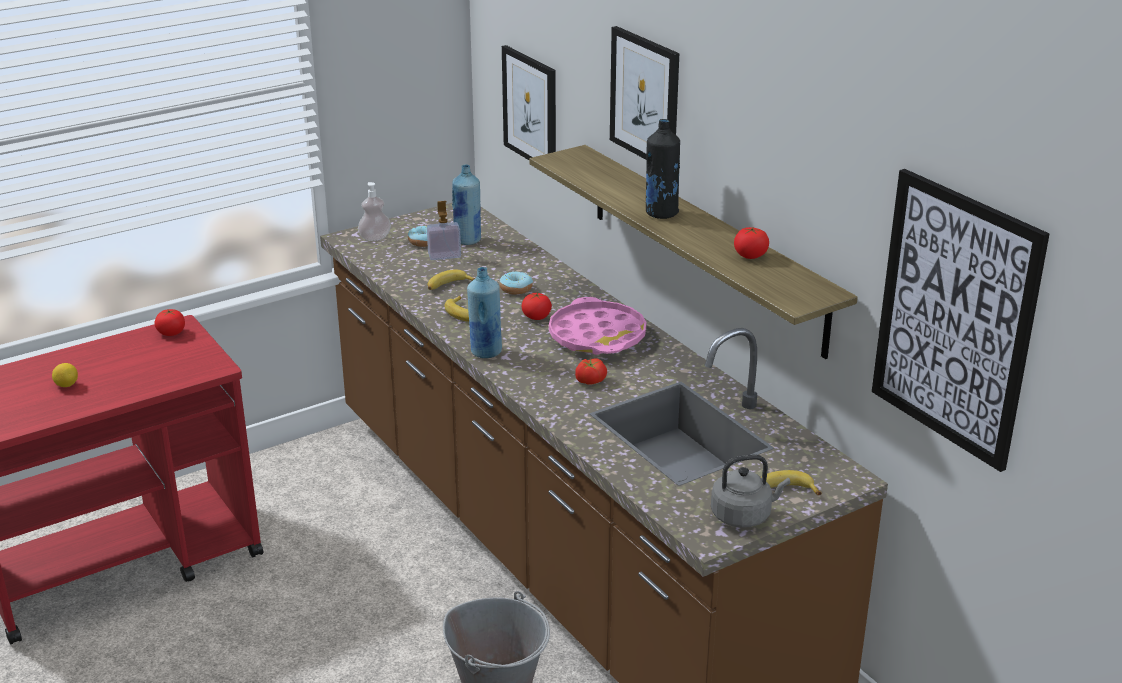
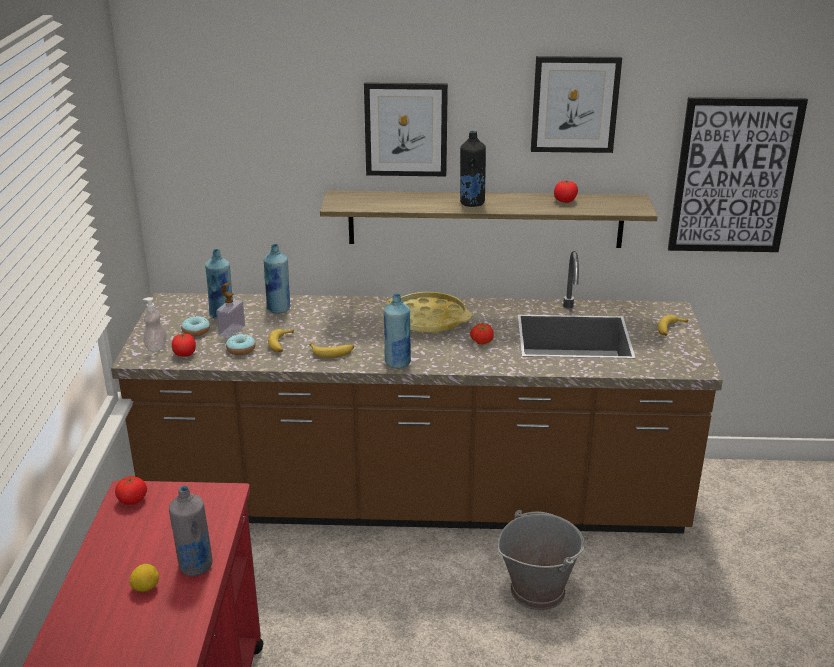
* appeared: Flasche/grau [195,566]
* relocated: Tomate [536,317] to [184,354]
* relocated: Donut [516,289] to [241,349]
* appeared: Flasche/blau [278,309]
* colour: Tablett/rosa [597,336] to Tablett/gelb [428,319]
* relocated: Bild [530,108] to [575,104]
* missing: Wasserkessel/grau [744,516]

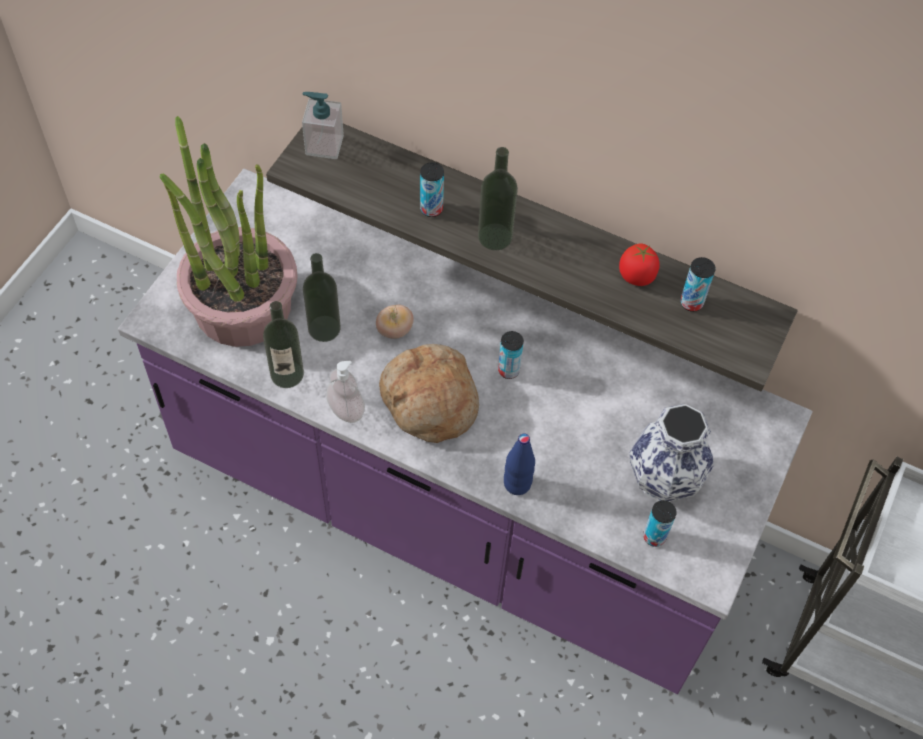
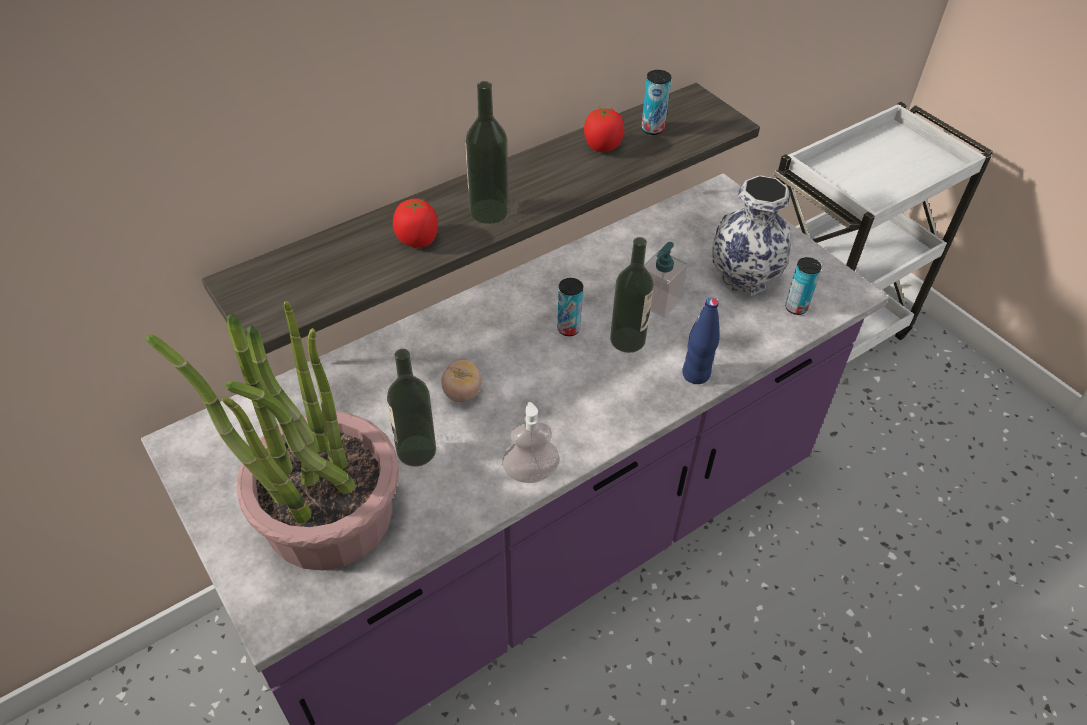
* exchanged: Dose [431,209] to Tomate [418,240]
* relocated: Flasche [287,374] to [627,340]
* relocated: Seifenspender [324,145] to [658,302]
* missing: Brot [429,401]

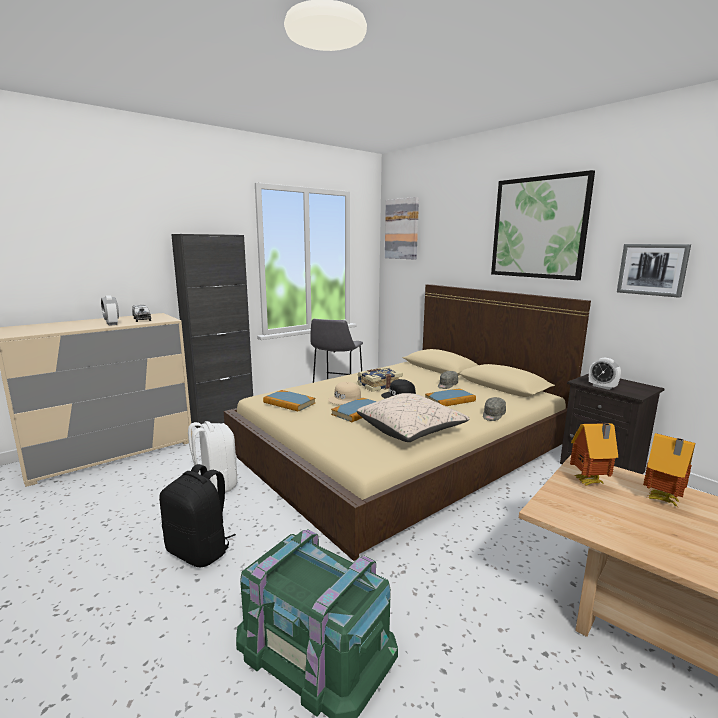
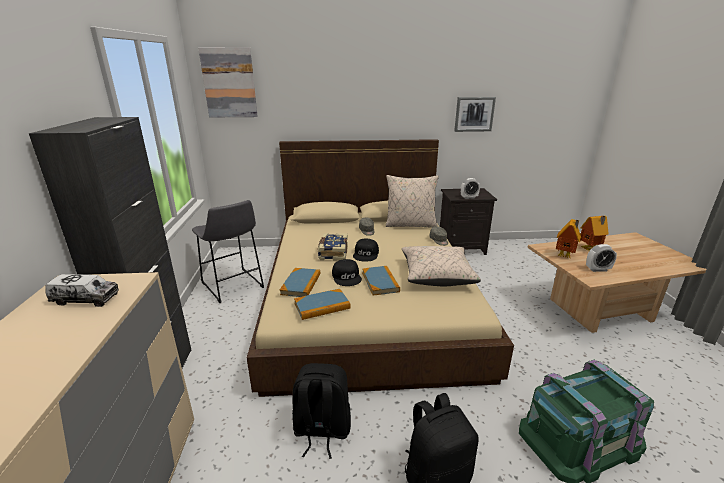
* relocated: Buch [450,400] to [301,284]
* colour: Rucksack/weiß [215,485] to Rucksack/schwarz [321,430]
* colour: Kappe/beige [345,399] to Kappe/schwarz [347,277]
* appeared: Kissen/beige [410,224]
* relocated: Wecker [112,324] to [598,269]
* missing: Bild [538,228]

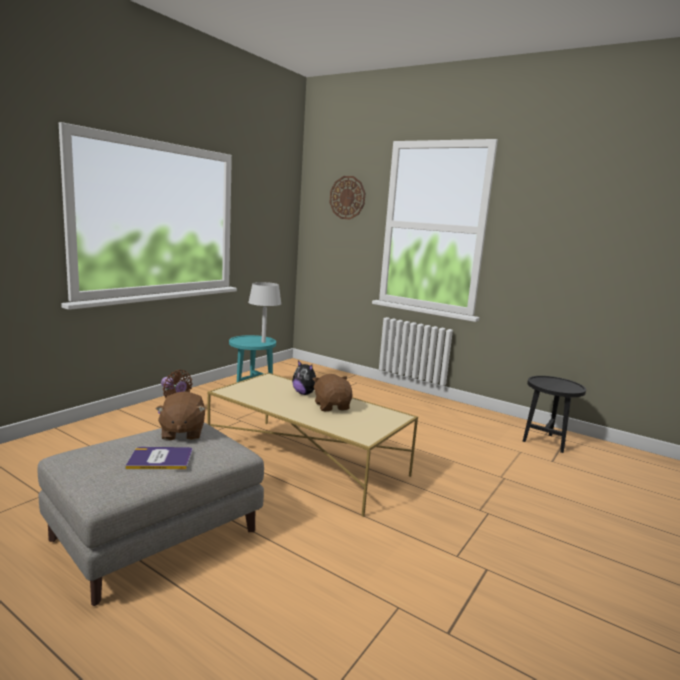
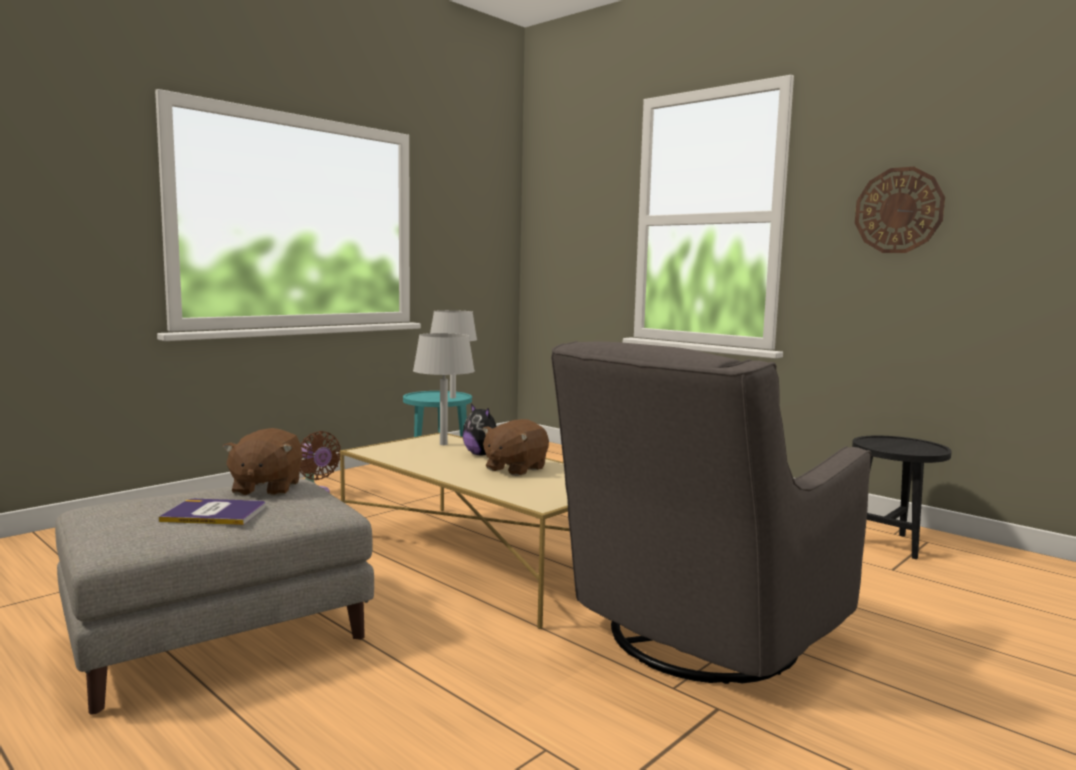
* appeared: Tischlampe/grau [443,444]
* spun: Plüschtier/braun [332,406] = [514,469] 135 degrees counterclockwise
* appeared: Sessel/grau [697,638]
* relocated: Wanduhr [347,197] to [898,210]

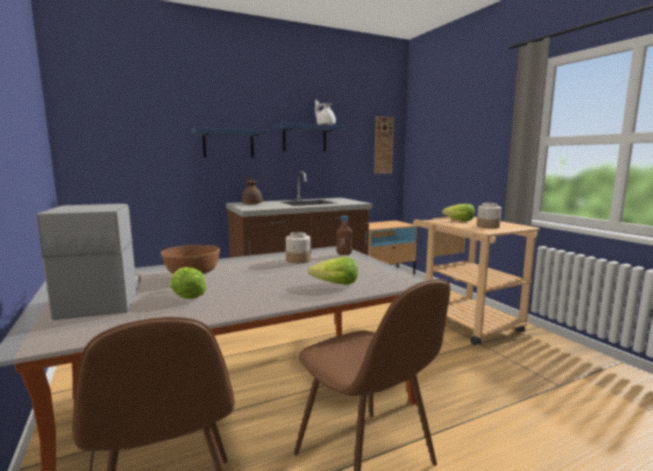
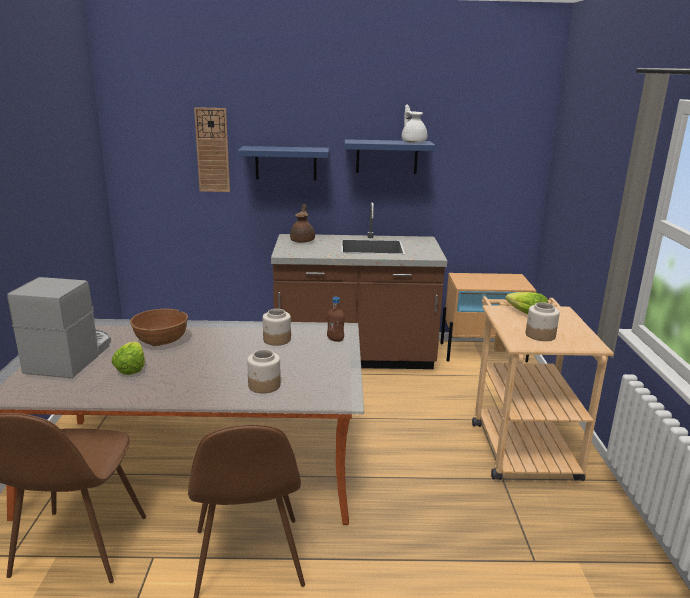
* relocated: Wanduhr [383,145] to [212,150]
* exchanged: Salatkopf [335,284] to Vorratsglas [264,385]

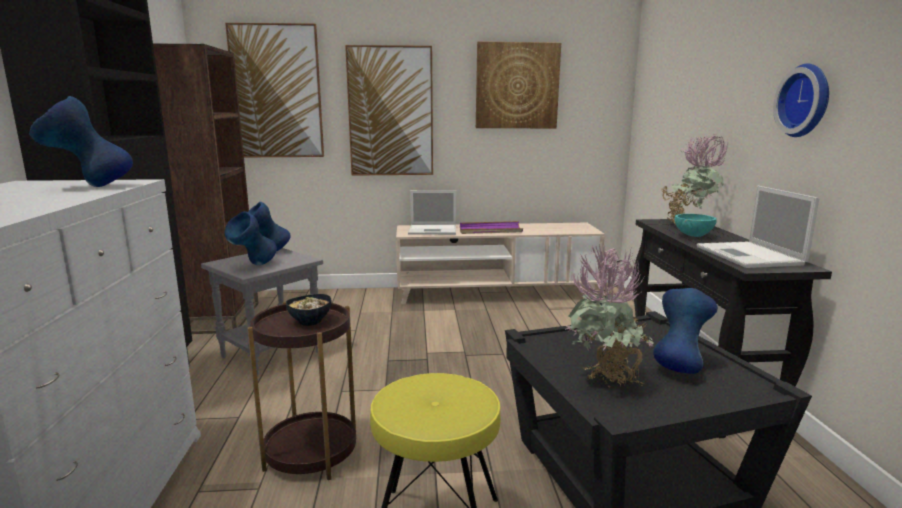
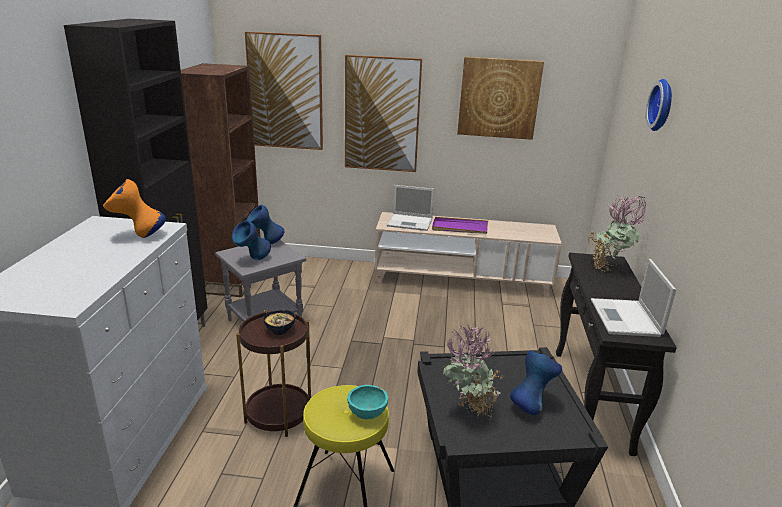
* colour: Vase/blau [89,187] to Vase/orange [138,236]
* relocated: Schüssel/türkis [693,236] to [367,414]
* relocated: Wanduhr [806,101] to [663,105]

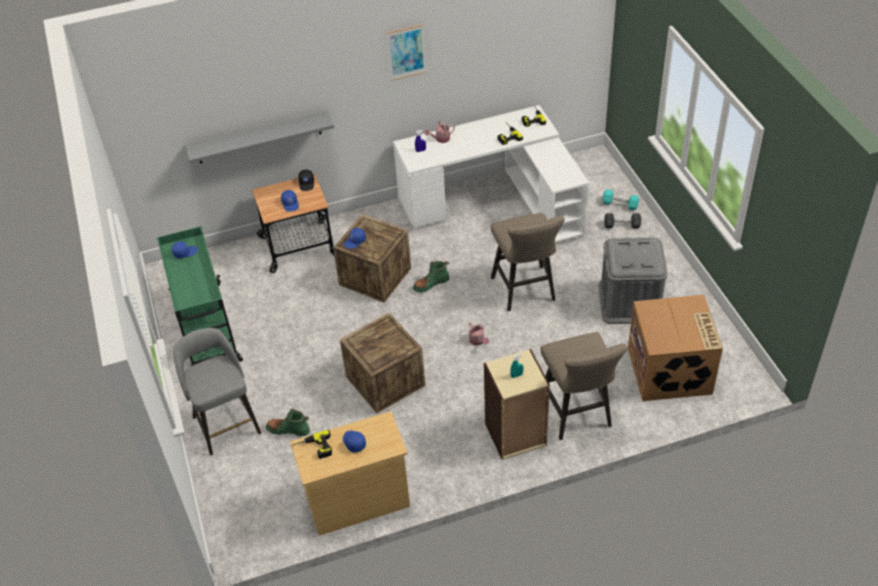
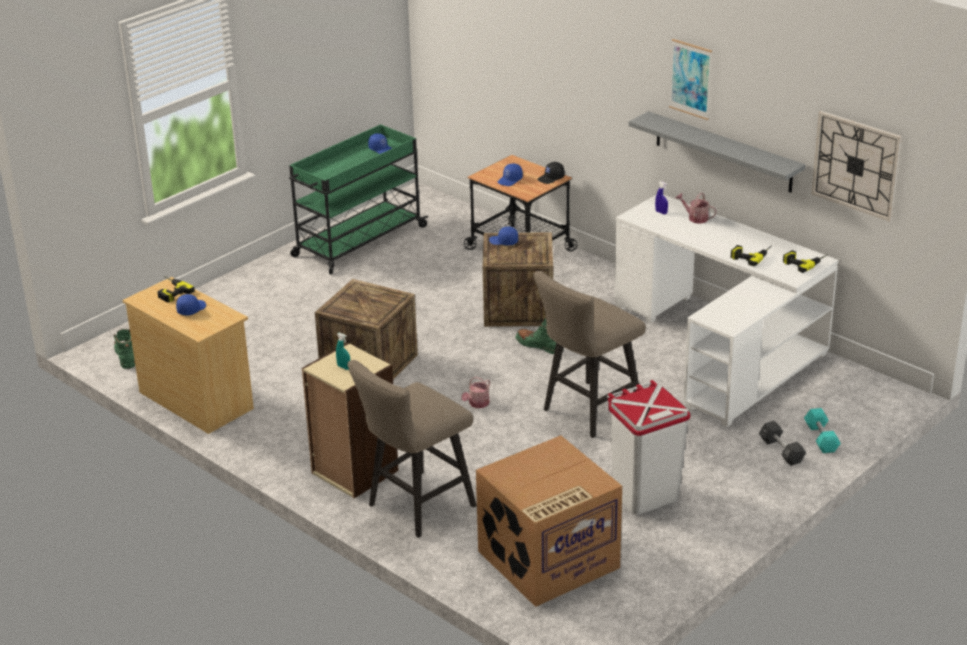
* relocated: Stiefel/grün [288,430] to [126,356]
* exchanged: Aufbewahrungsbox/grau [630,301] to Mülleimer/weiß [644,495]
* relocated: Wandregal/grau [259,137] to [723,152]
* appeared: Wanduhr [856,165]
* missing: Hocker/grau [226,423]

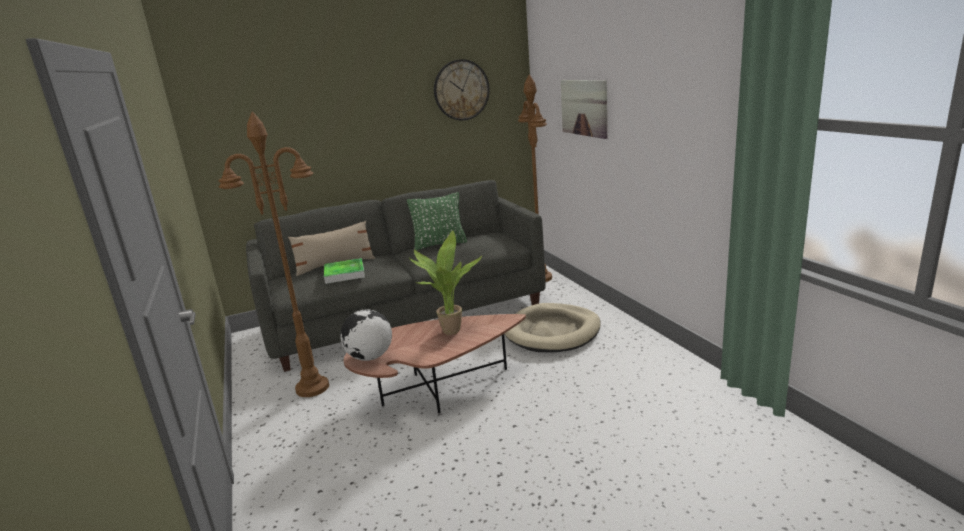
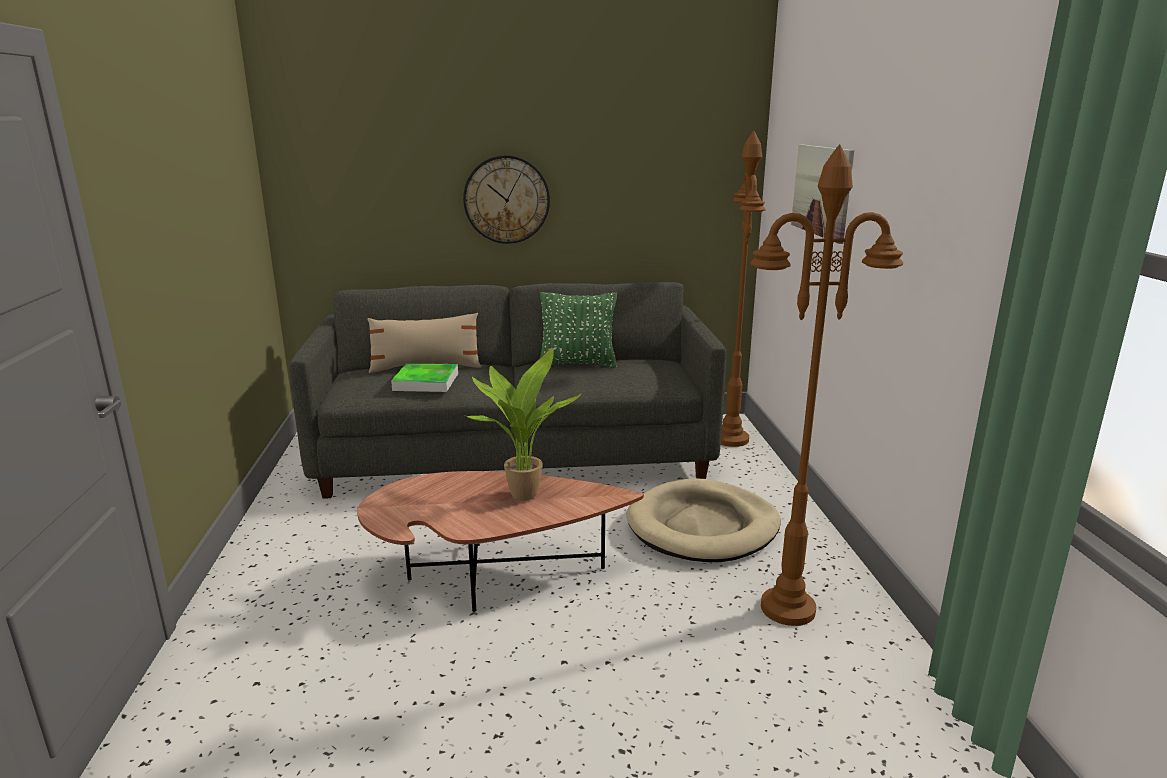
* relocated: Wanduhr [461,90] to [506,199]
* relocated: Stehlampe/braun [313,387] to [788,608]
* missing: Globus [370,357]

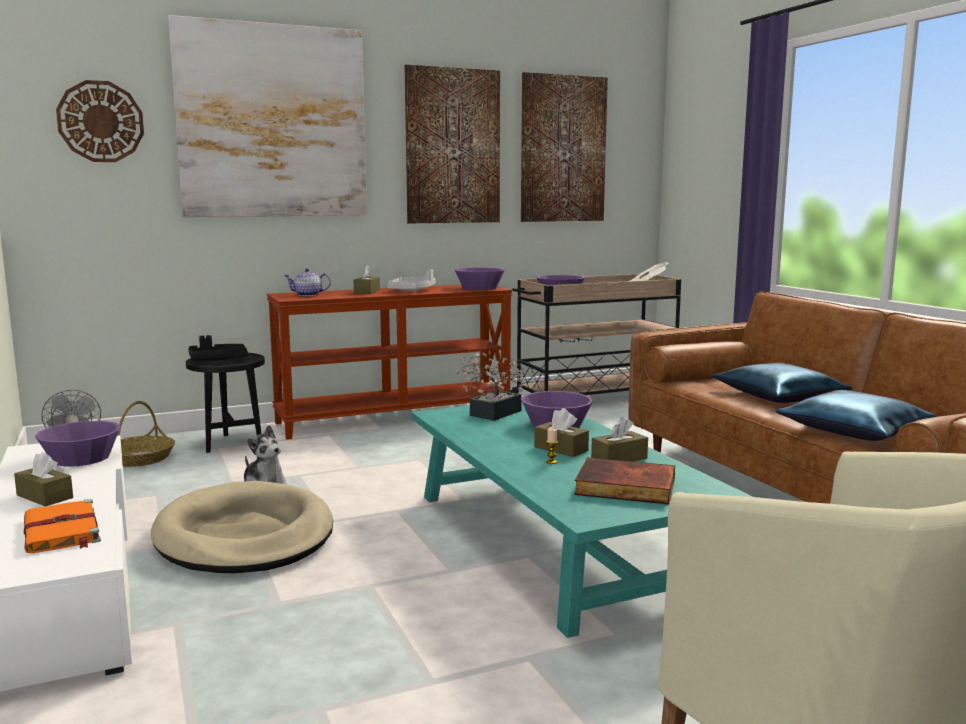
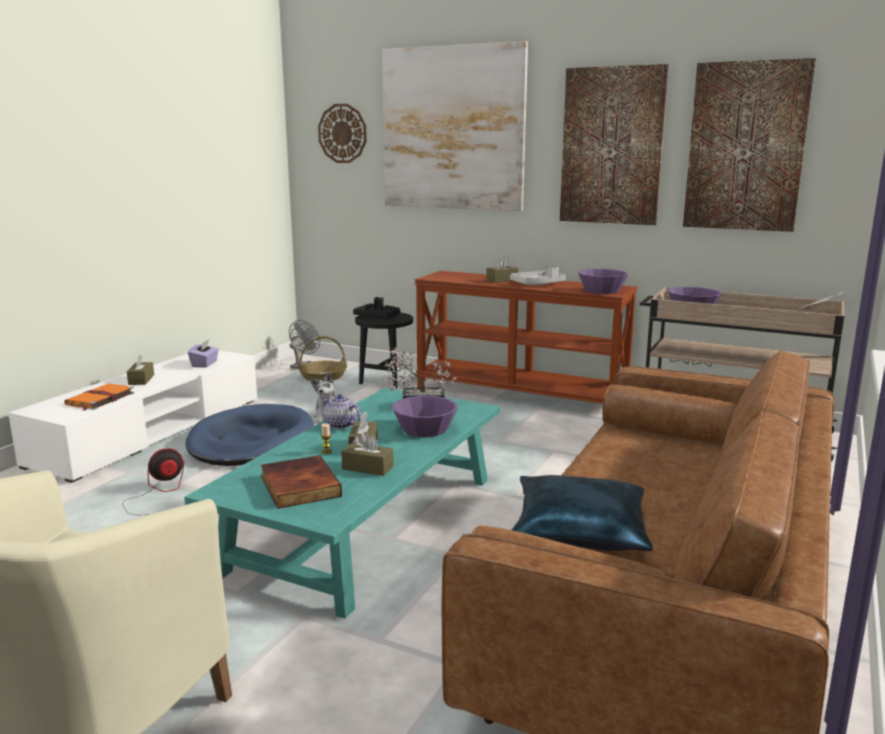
* appeared: Ventilator [159,494]
* colour: Hundebett/beige [245,536] to Hundebett/blau [251,441]
* exchanged: Schüssel/lila [81,458] to Taschentuchbox/lila [205,364]
* relocated: Teekanne [308,295] to [340,425]
* missing: Kissen/blau [780,397]

